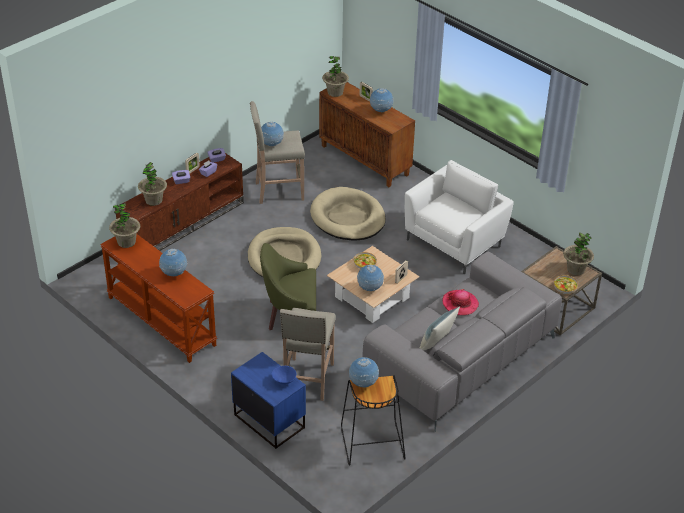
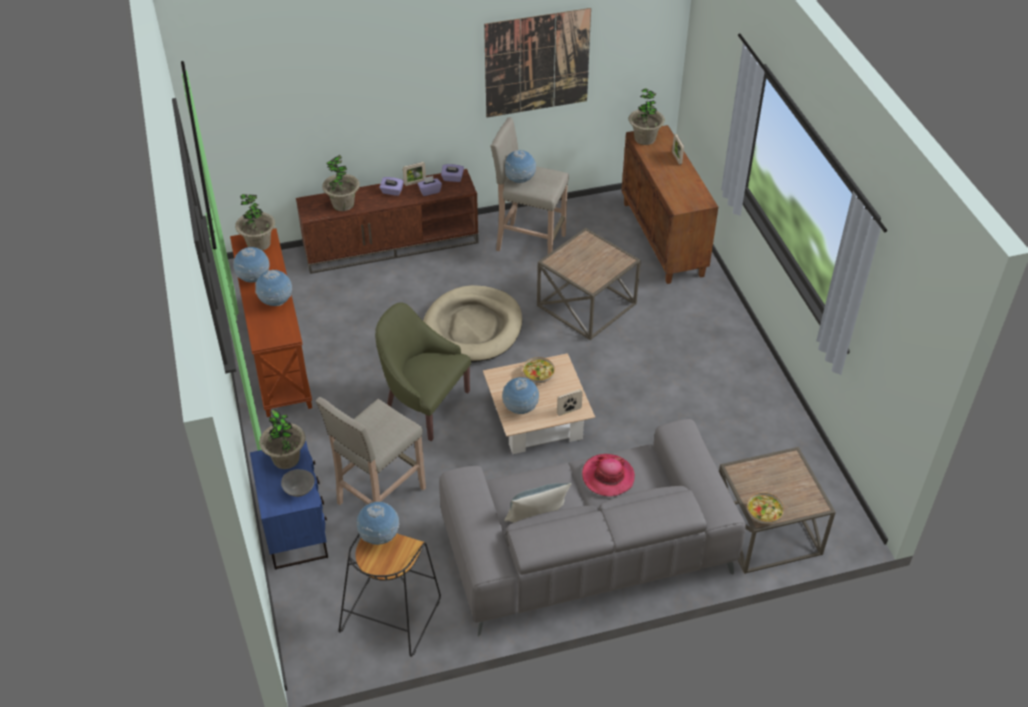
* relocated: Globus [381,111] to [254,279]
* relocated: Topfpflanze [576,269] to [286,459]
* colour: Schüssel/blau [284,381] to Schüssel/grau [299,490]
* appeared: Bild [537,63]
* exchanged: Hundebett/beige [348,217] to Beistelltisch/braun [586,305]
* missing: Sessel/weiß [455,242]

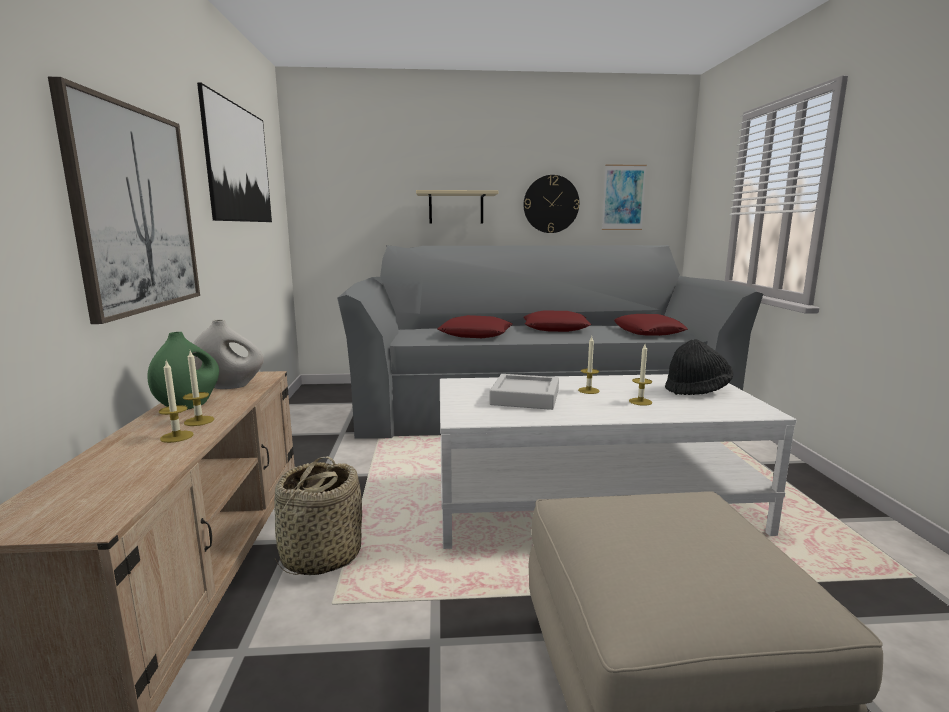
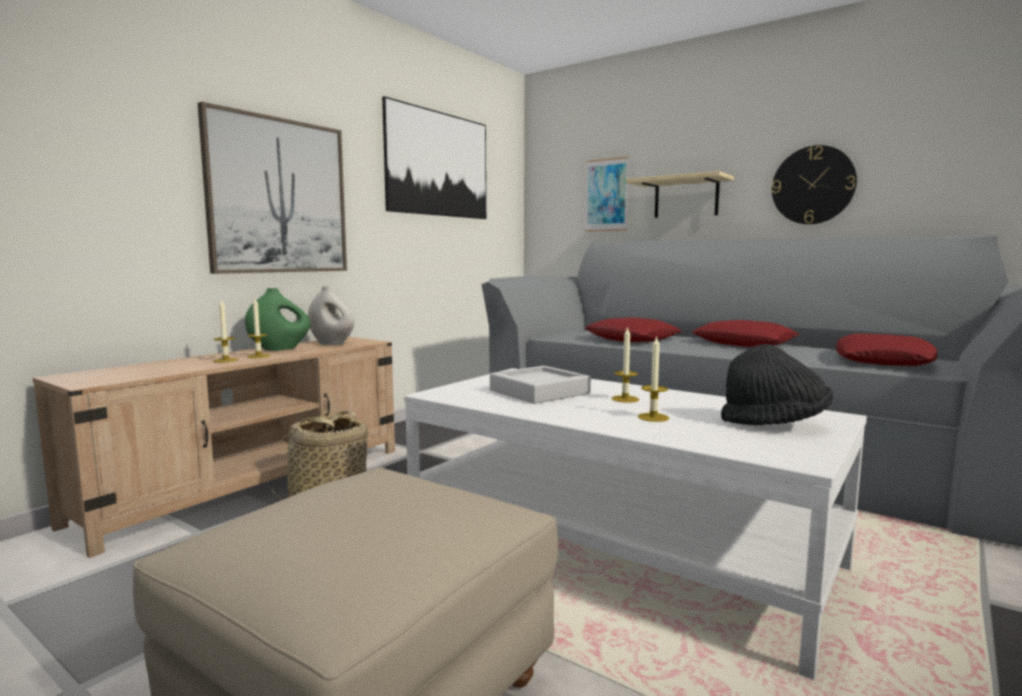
* relocated: Bild [623,197] to [606,195]

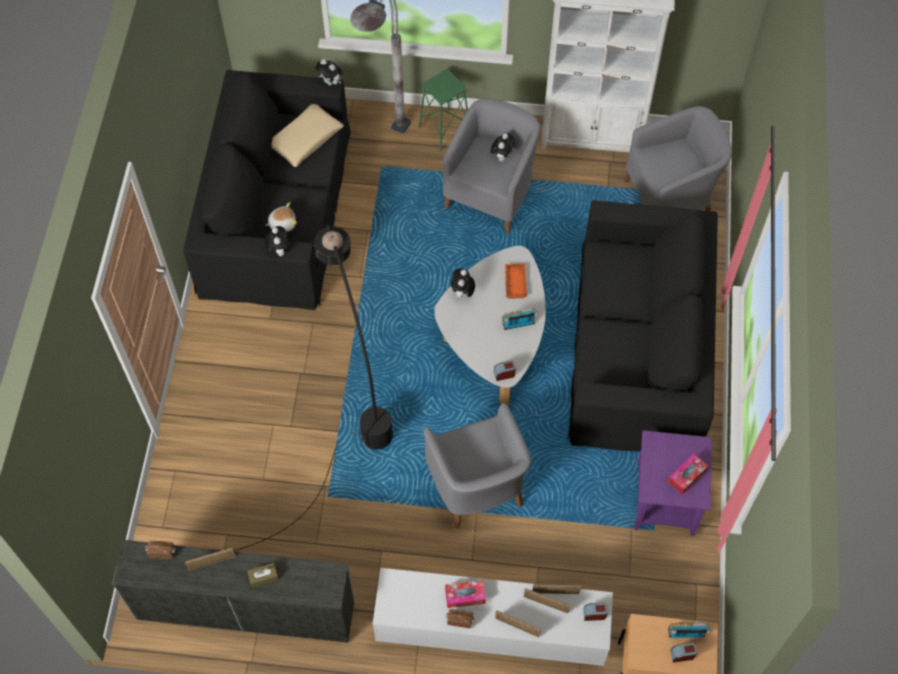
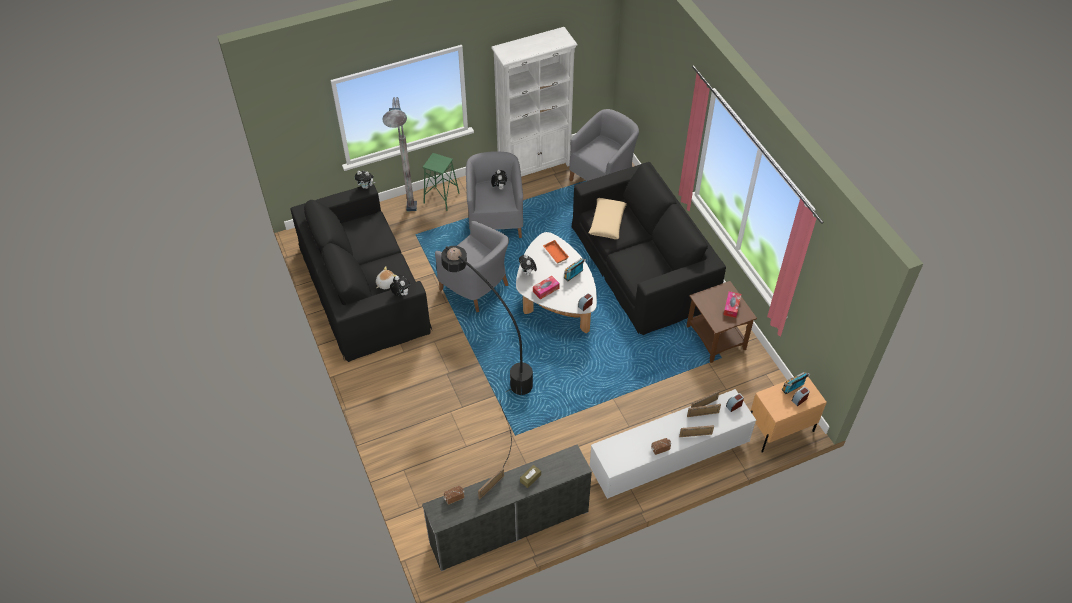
* relocated: Sessel/grau [477,487] to [476,287]
* relocated: Taschentuchbox [465,596] to [546,290]
* relocated: Kissen/beige [305,139] to [607,222]
* colour: Beistelltisch/lila [666,499] to Beistelltisch/braun [716,337]

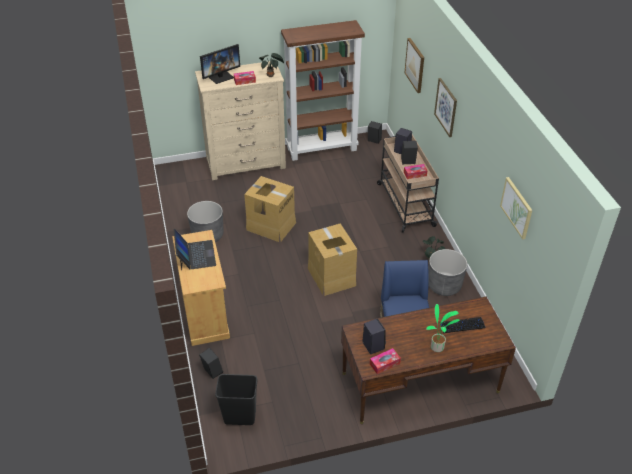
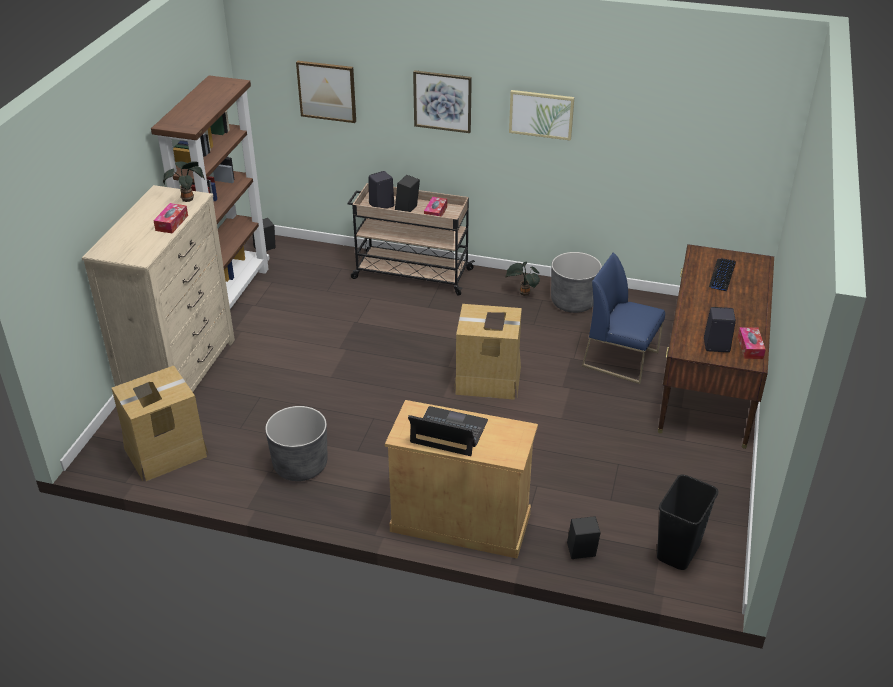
* relocated: Karton [271,226] to [165,451]
* relocated: Bild [517,207] to [541,114]
* missing: Monitor [221,77]
* missing: Topfpflanze [438,348]

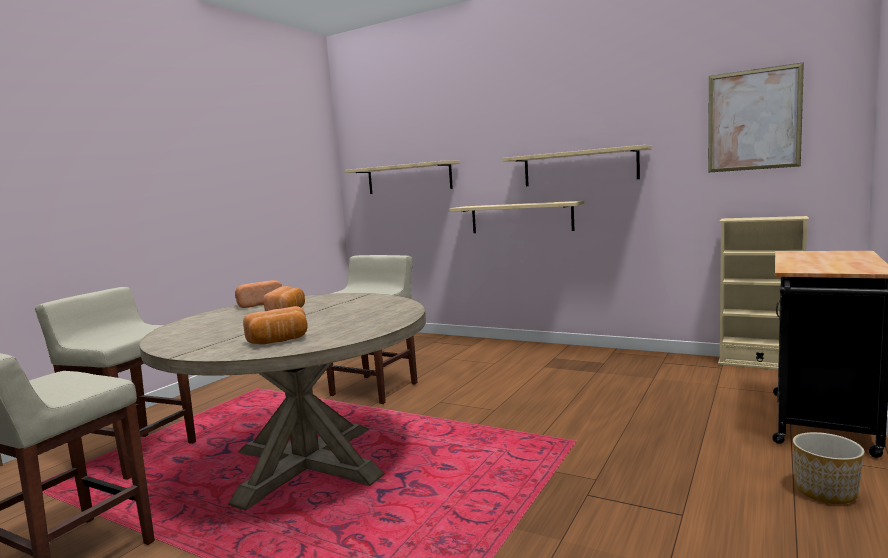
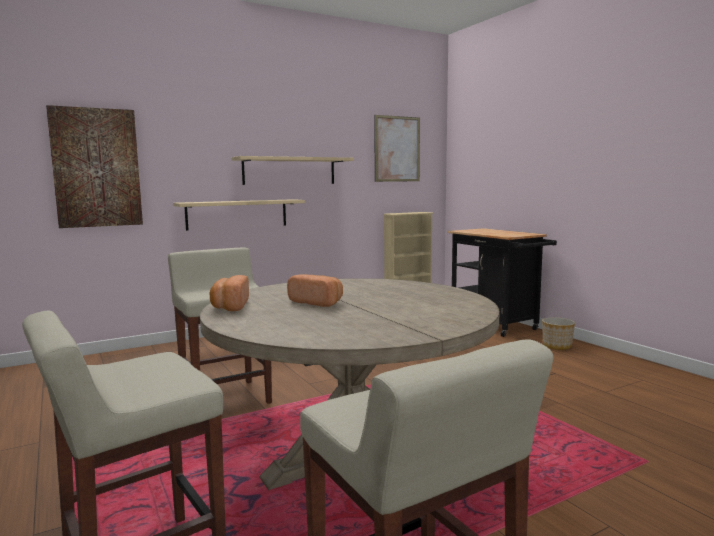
* exchanged: Wandregal/beige [409,178] to Bild [96,168]
* missing: Brot [279,341]

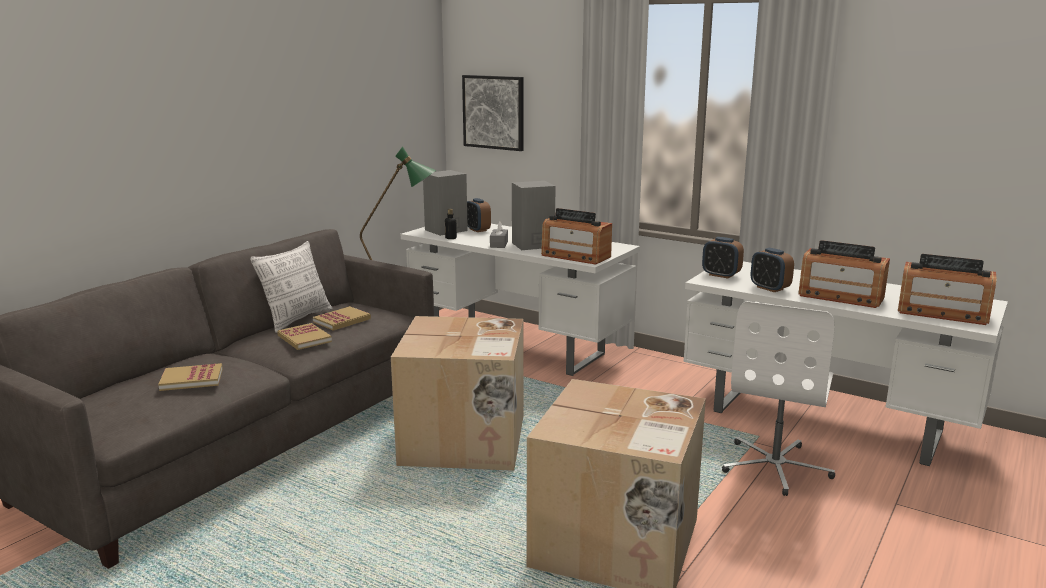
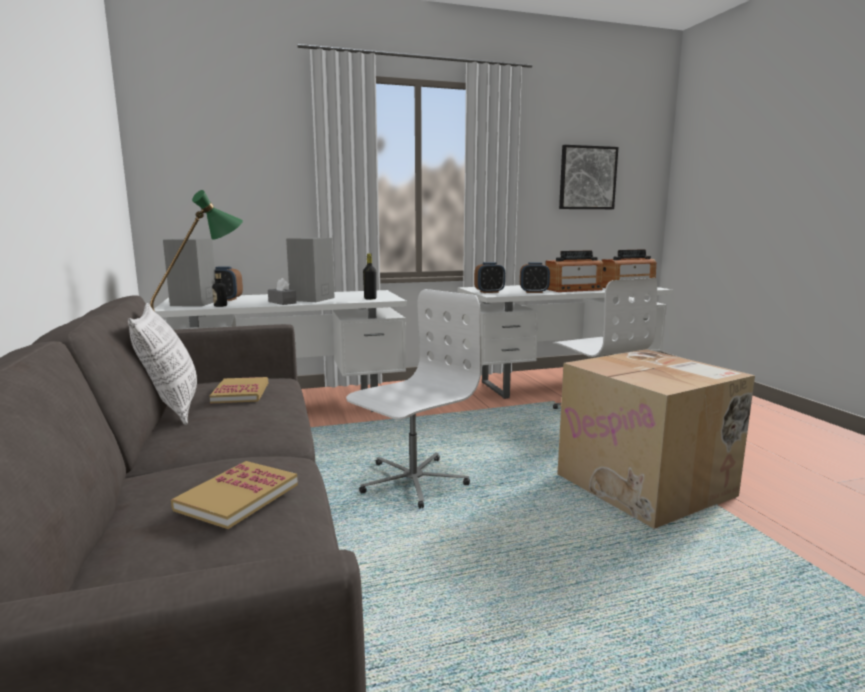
* exchanged: Karton [465,441] to Bürostuhl/weiß [412,481]
* exchanged: Radio [575,256] to Flasche/schwarz [370,298]
* relocated: Bild [494,112] to [587,178]
* missing: Buch [304,339]

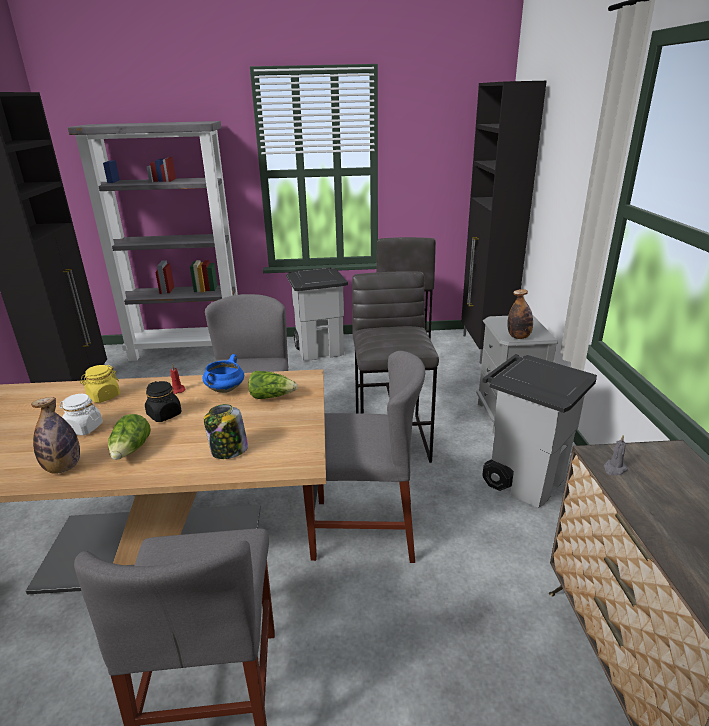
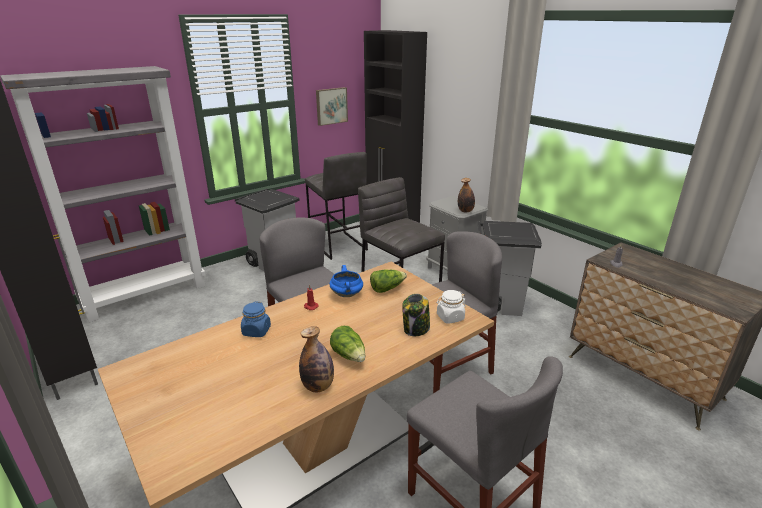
* colour: Vorratsglas/gelb [104,396] to Vorratsglas/blau [256,331]
* appeared: Bild [331,106]
* relocated: Vorratsglas/weiß [84,428] to [450,317]
* missing: Vorratsglas/schwarz [164,415]

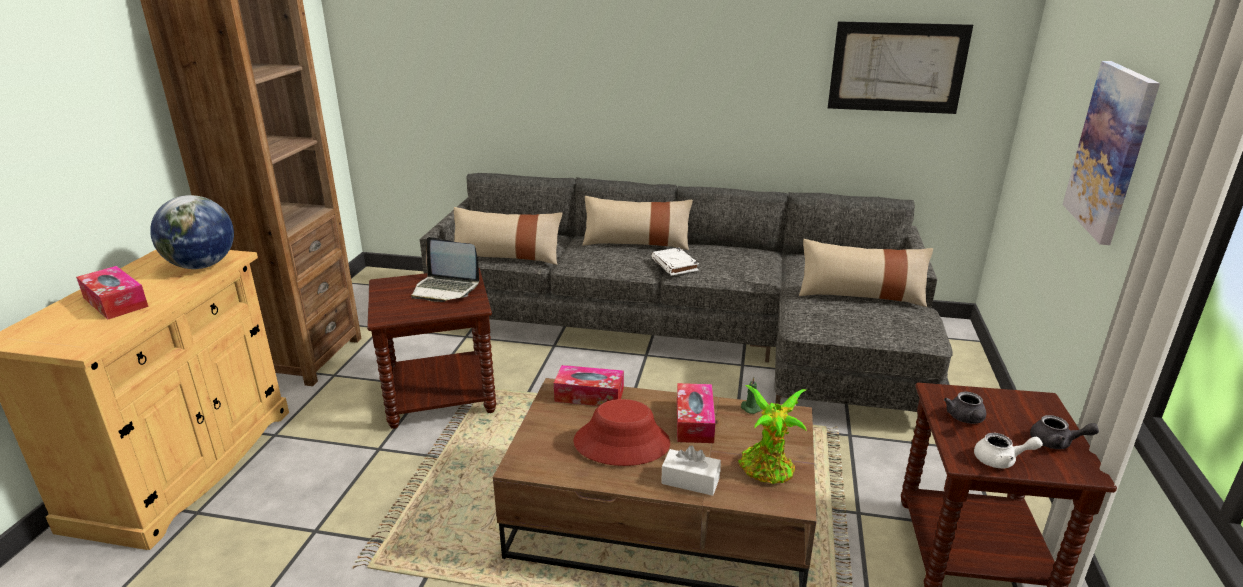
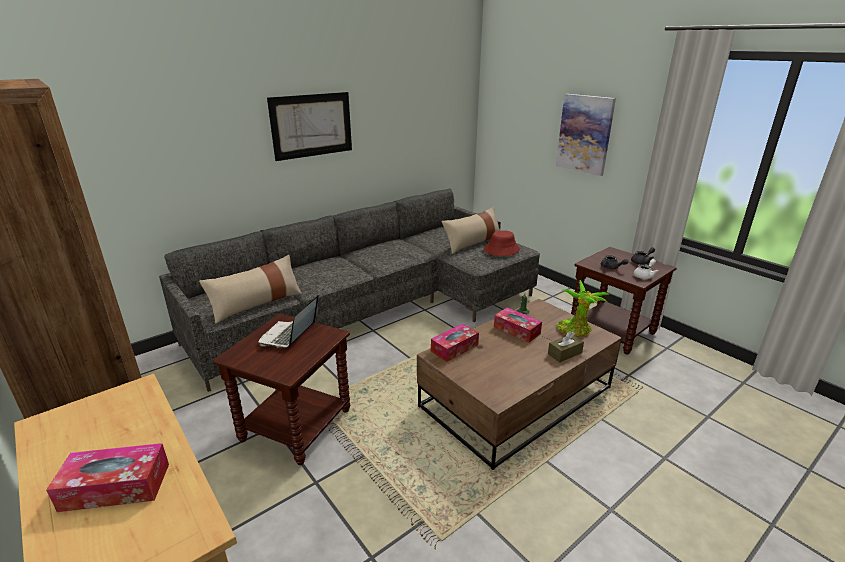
* spun: Laptop [445,289] = [289,335] 135 degrees clockwise
* relocated: Bild [897,67] to [312,125]
* relocated: Hut/rot [622,442] to [501,250]
* colour: Taschentuchbox/weiß [690,481] to Taschentuchbox/braun [564,353]
* missing: Globus [201,266]
* missing: Kissen/beige [636,243]
* missing: Buch/weiß [675,265]

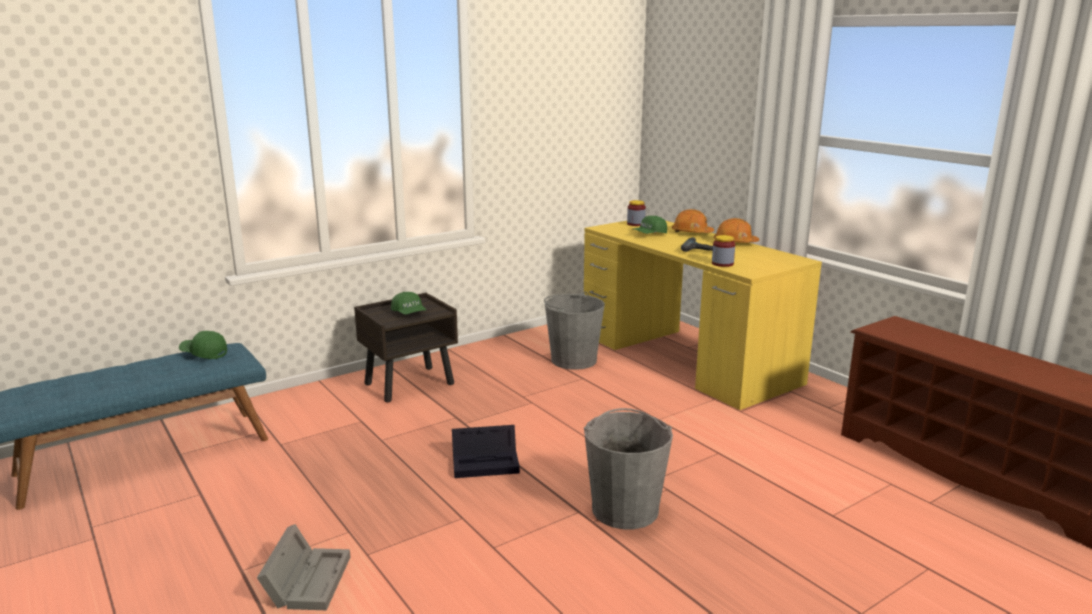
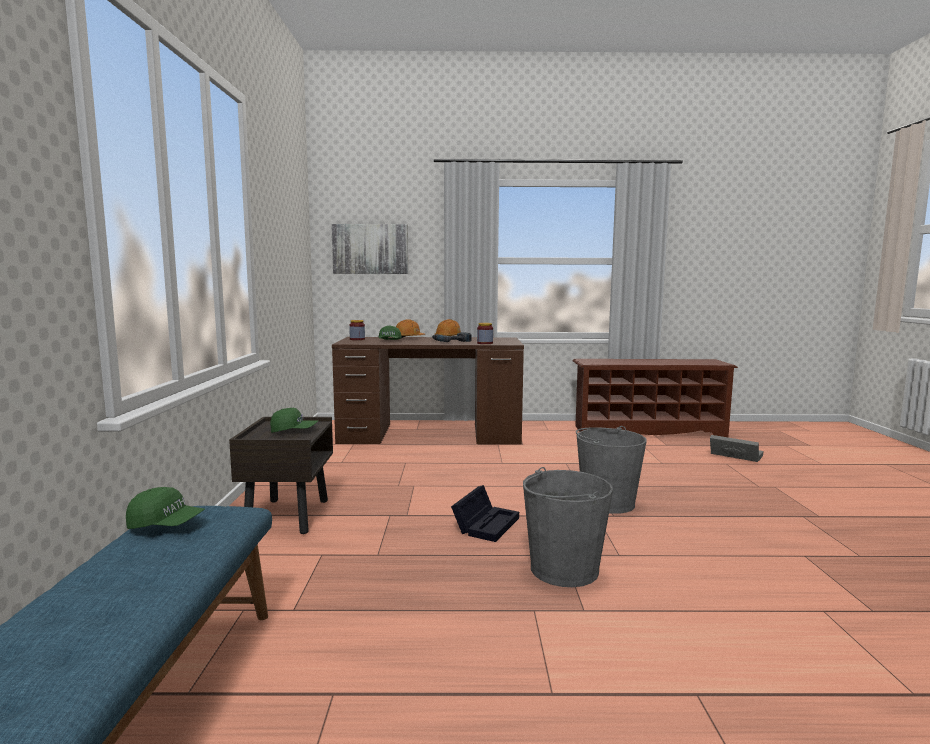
* spun: Kappe/grün [204,353] = [166,524] 135 degrees counterclockwise
* appeared: Bild [370,249]
* colour: Schreibtisch/gelb [686,358] to Schreibtisch/braun [431,434]
* relocated: Eimer/grau [573,360] to [563,569]
* relocated: Aufbewahrungsbox/grau [308,579] to [734,455]

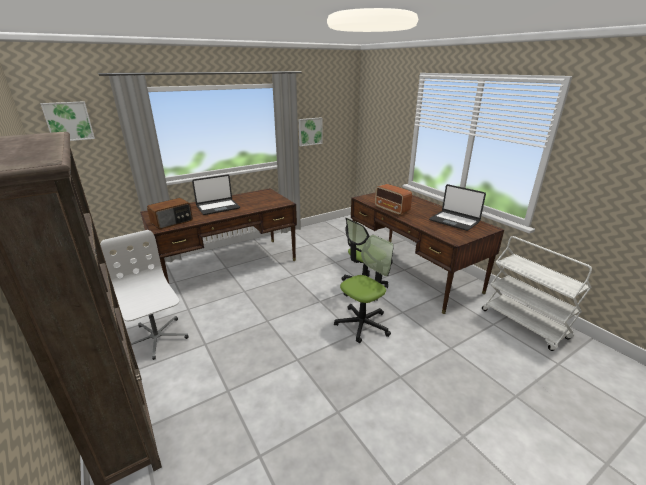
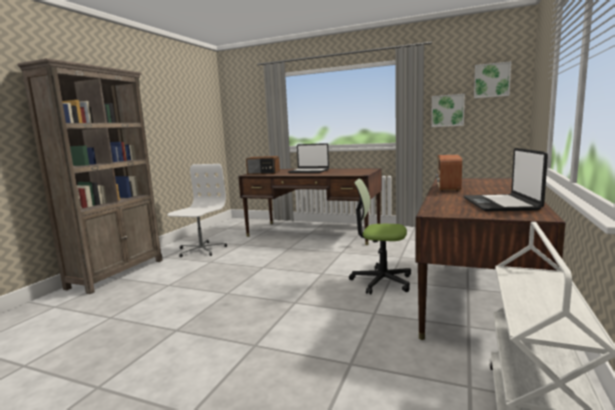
* relocated: Bild [69,121] to [491,80]
* missing: Bürostuhl [362,324]

